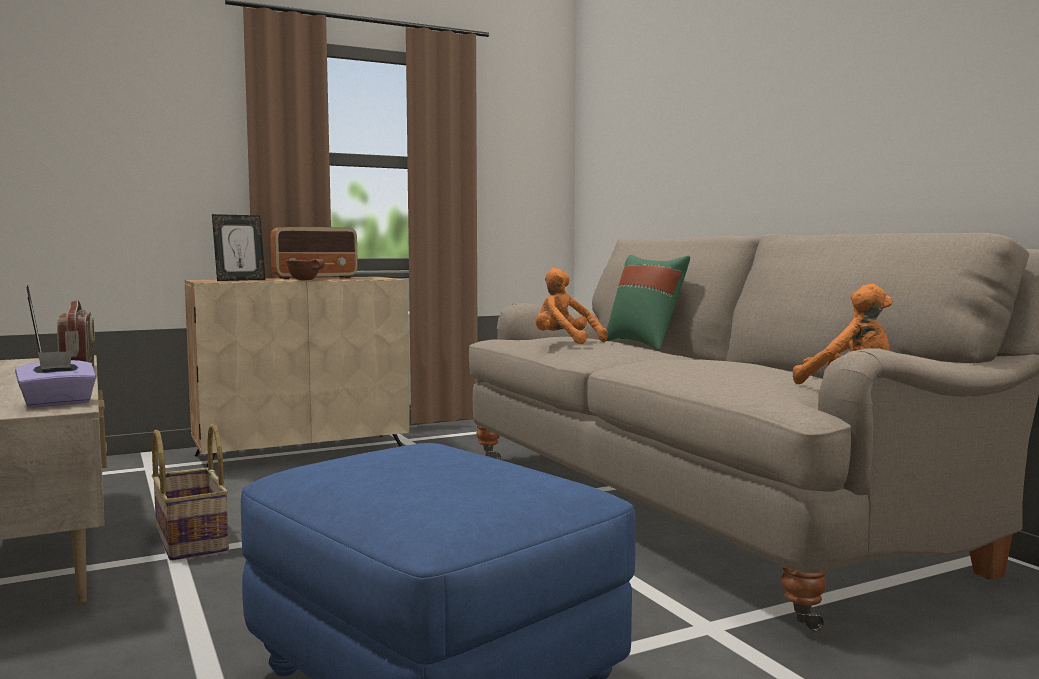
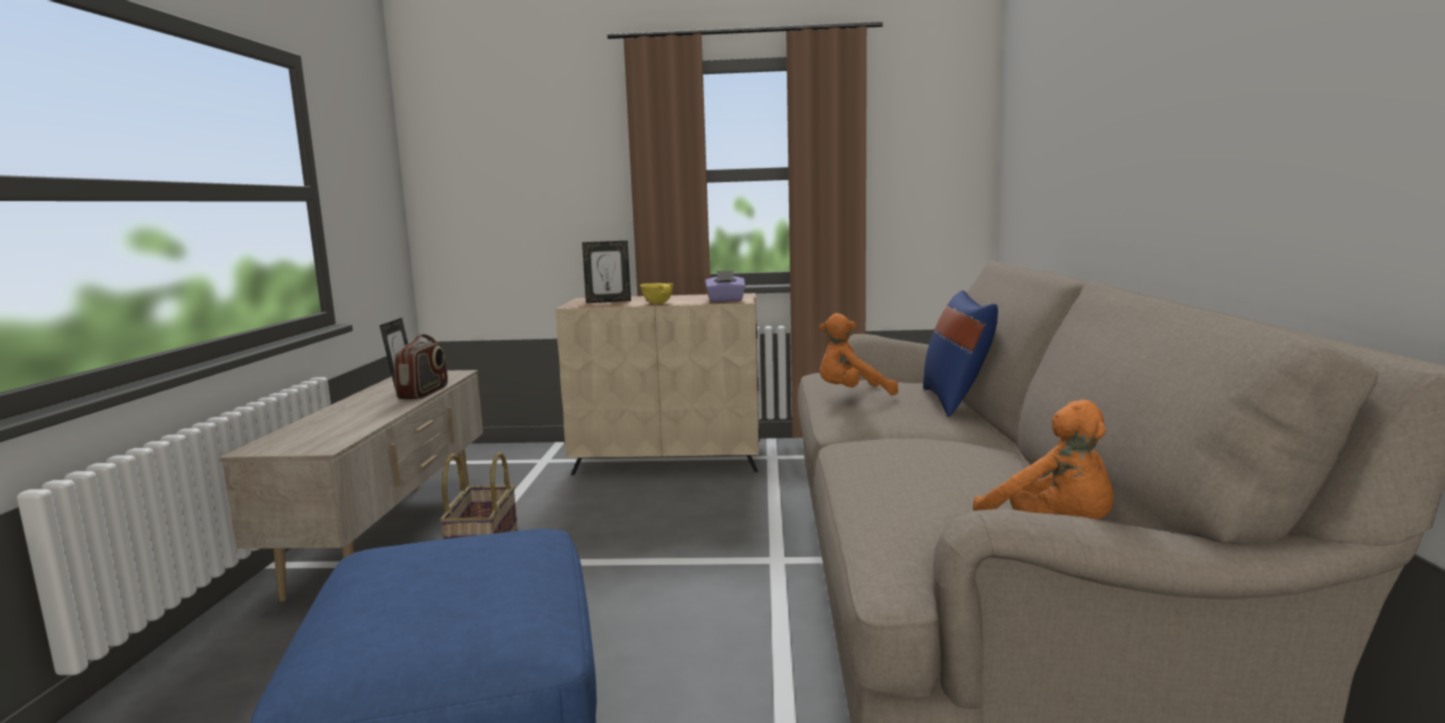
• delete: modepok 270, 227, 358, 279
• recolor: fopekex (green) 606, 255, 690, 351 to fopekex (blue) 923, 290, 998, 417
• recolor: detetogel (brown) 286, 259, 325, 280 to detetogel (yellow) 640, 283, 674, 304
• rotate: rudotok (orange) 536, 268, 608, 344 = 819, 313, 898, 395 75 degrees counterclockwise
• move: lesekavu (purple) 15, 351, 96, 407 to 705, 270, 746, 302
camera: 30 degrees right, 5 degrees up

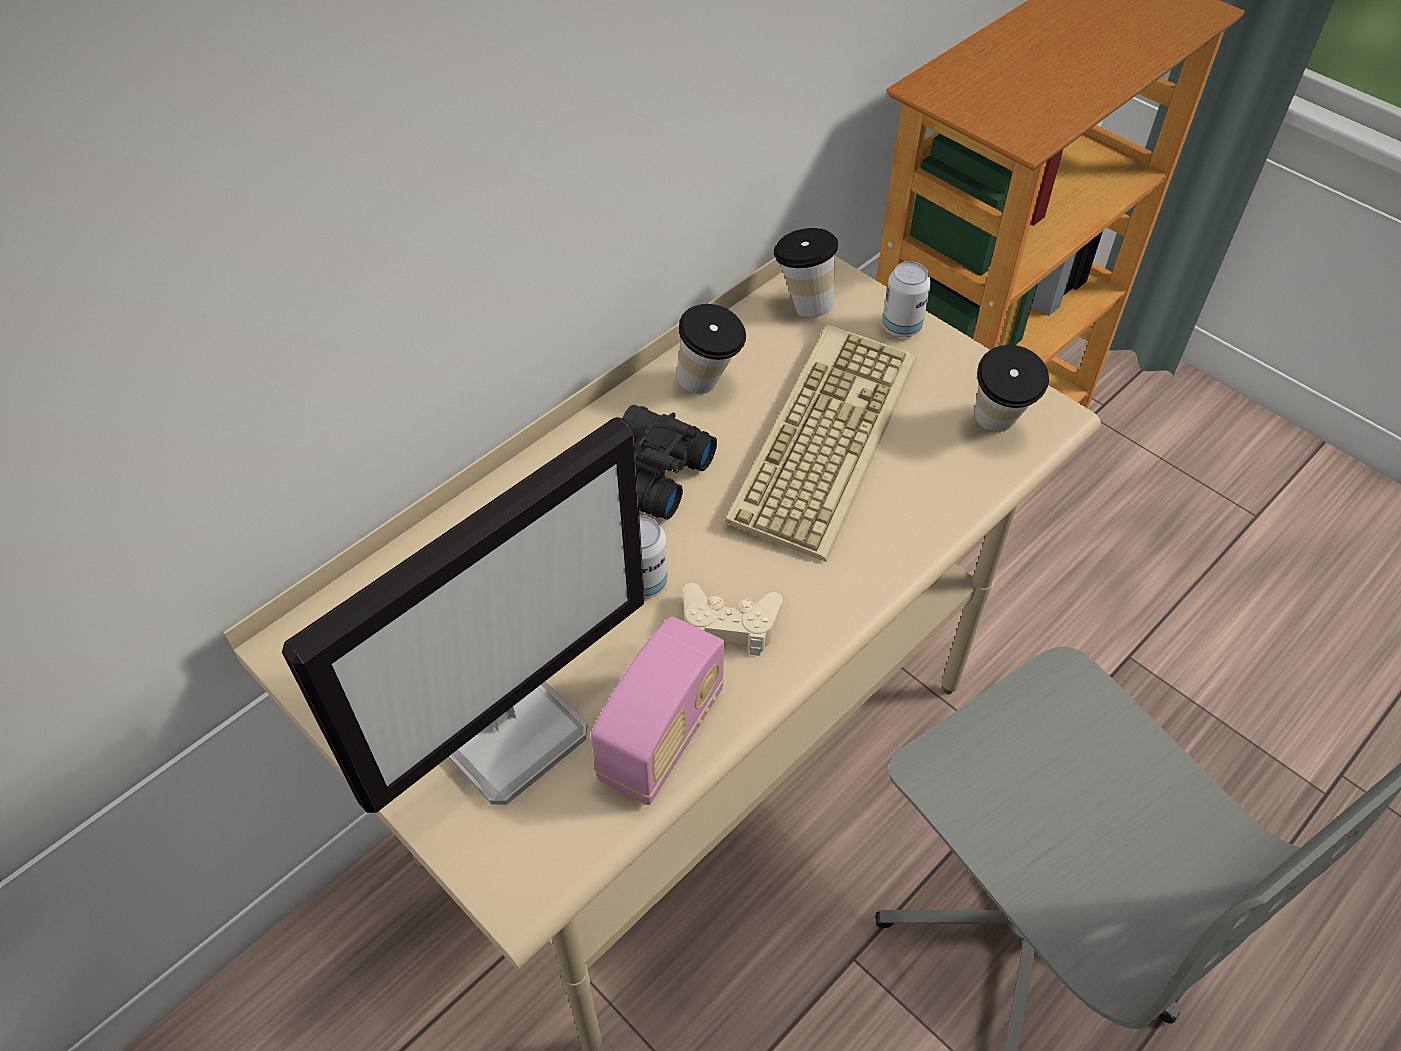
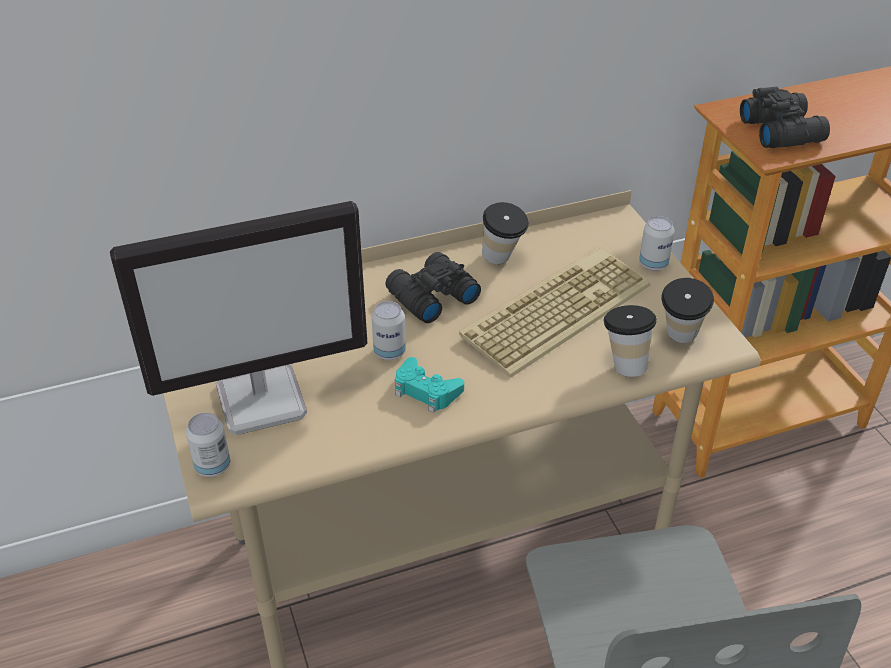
• move: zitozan 774, 228, 838, 318 to 603, 305, 657, 377
• recolor: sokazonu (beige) 683, 583, 783, 656 to sokazonu (turquoise) 395, 357, 464, 413
• delete: modepok 591, 616, 724, 805
• insert: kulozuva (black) 740, 87, 830, 148
• insert: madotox 186, 413, 230, 477
camera: 25 degrees right, 10 degrees down

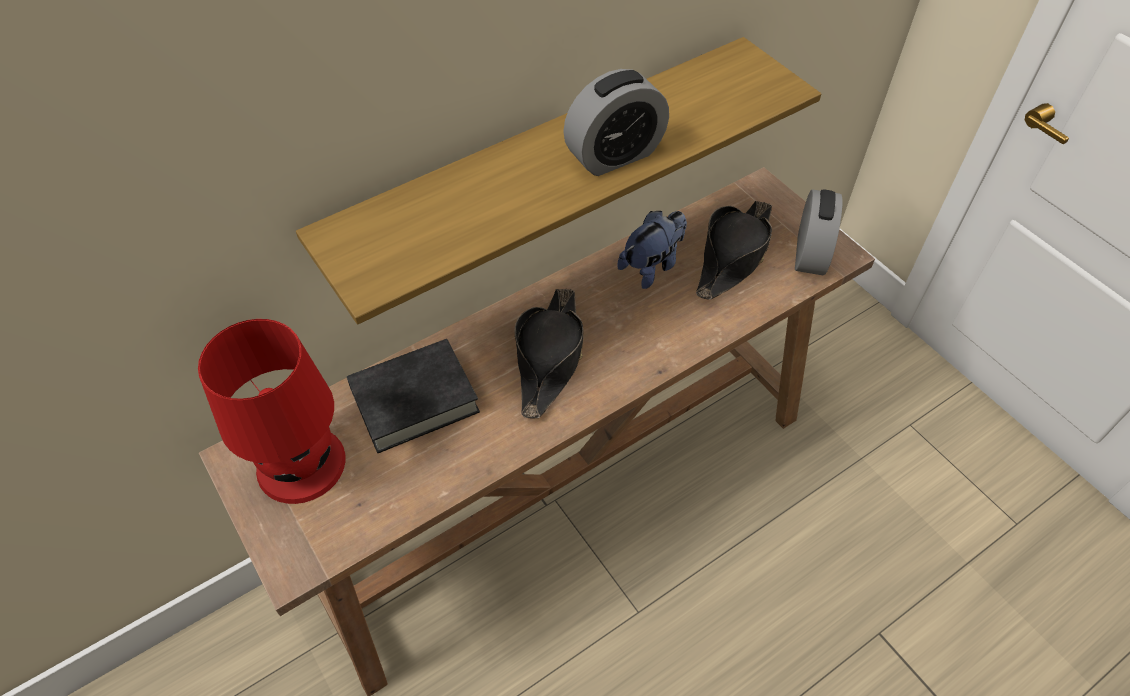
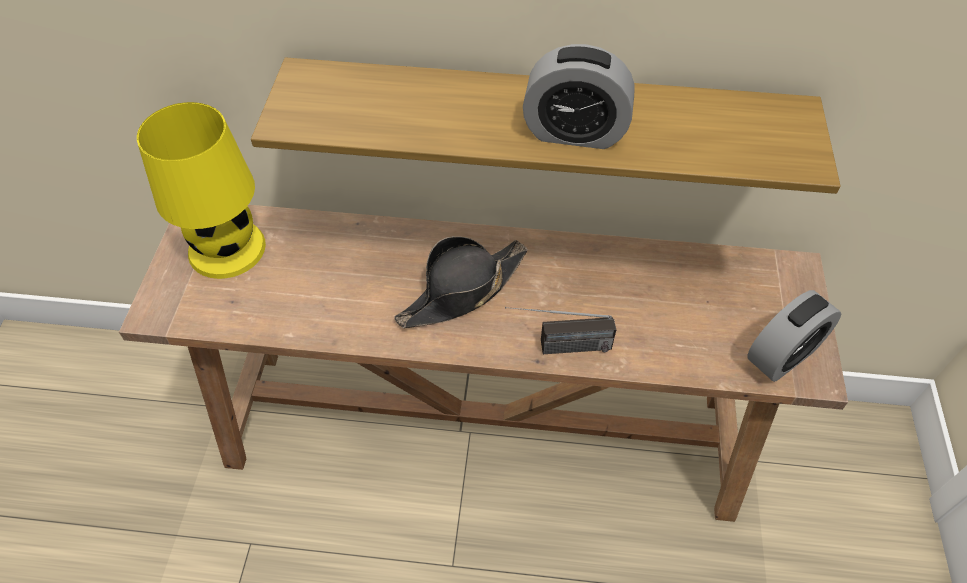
• delete: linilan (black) 696, 201, 772, 300
• delete: rudotok 617, 211, 687, 289
• recolor: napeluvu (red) 198, 319, 345, 504 to napeluvu (yellow) 137, 102, 266, 279
• delete: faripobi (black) 346, 339, 480, 453
• insert: modepok 505, 307, 616, 354
camera: 40 degrees right, 0 degrees up

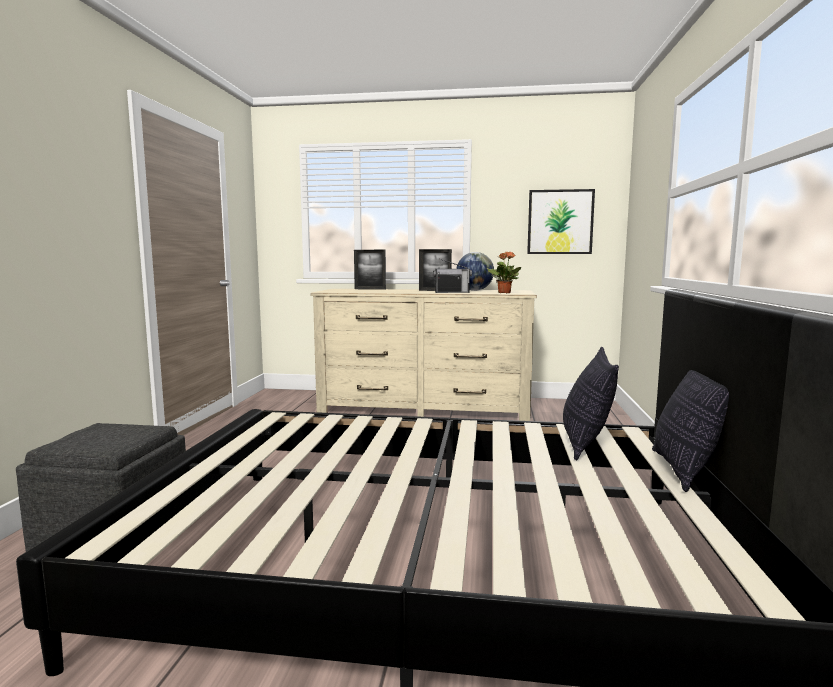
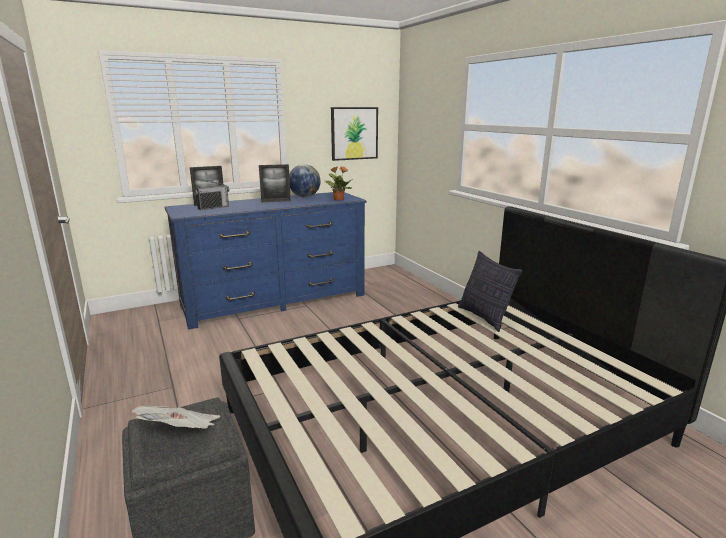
• move: modepok 433, 259, 472, 293 to 194, 179, 229, 210
• recolor: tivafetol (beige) 311, 289, 537, 421 to tivafetol (blue) 165, 192, 366, 330
• delete: fopekex 652, 370, 729, 492
• insert: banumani 132, 406, 220, 429
camera: 35 degrees left, 10 degrees up

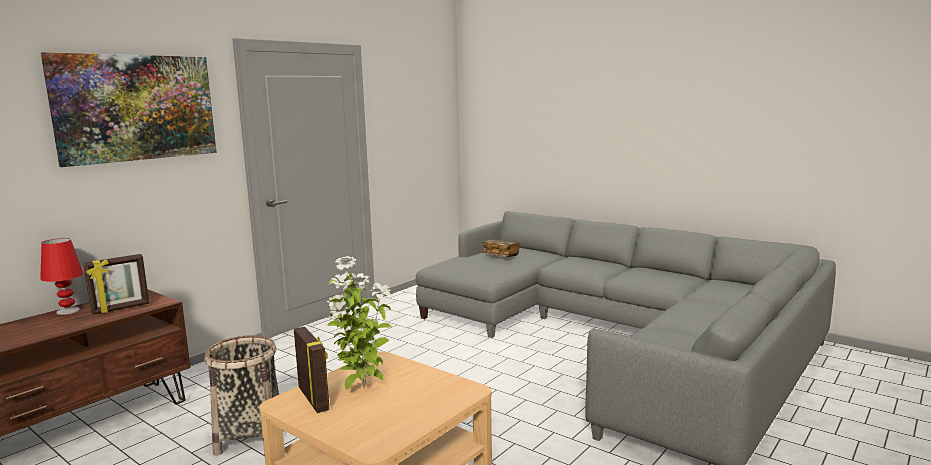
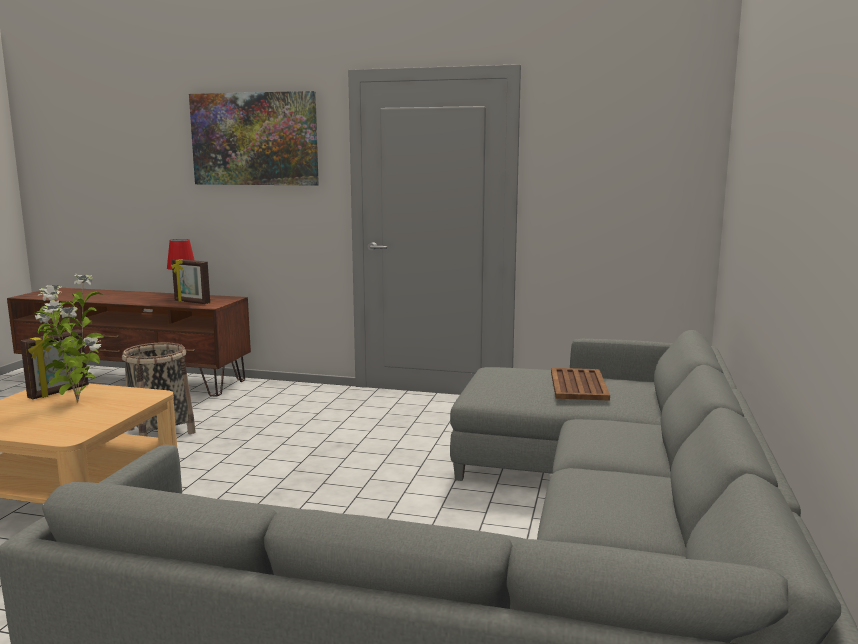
• replace: faripobi 481, 240, 520, 257 to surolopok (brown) 551, 368, 610, 401
camera: 65 degrees right, 0 degrees up

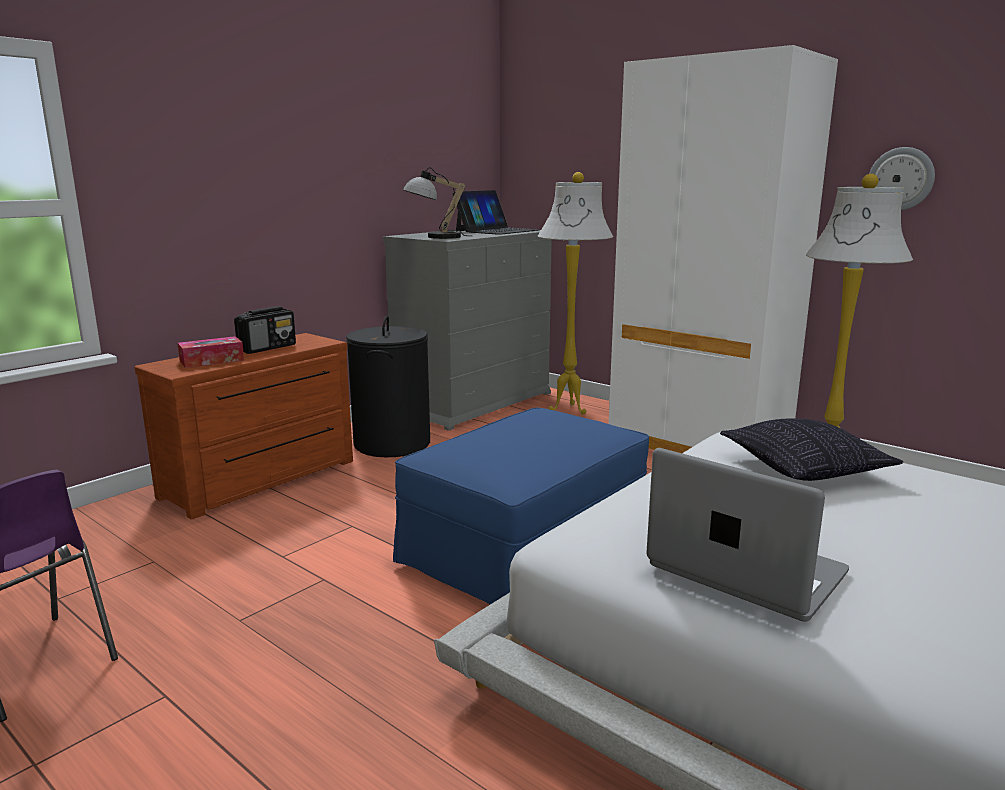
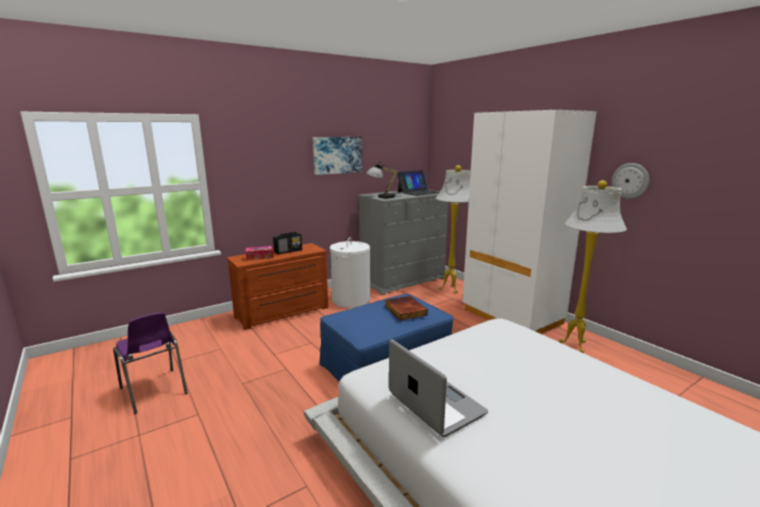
• recolor: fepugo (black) 346, 316, 430, 457 to fepugo (white) 330, 237, 370, 308
• delete: fopekex 720, 418, 903, 481
• insert: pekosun 313, 137, 362, 175
• insert: faripobi 384, 296, 428, 320
camera: 15 degrees right, 0 degrees up

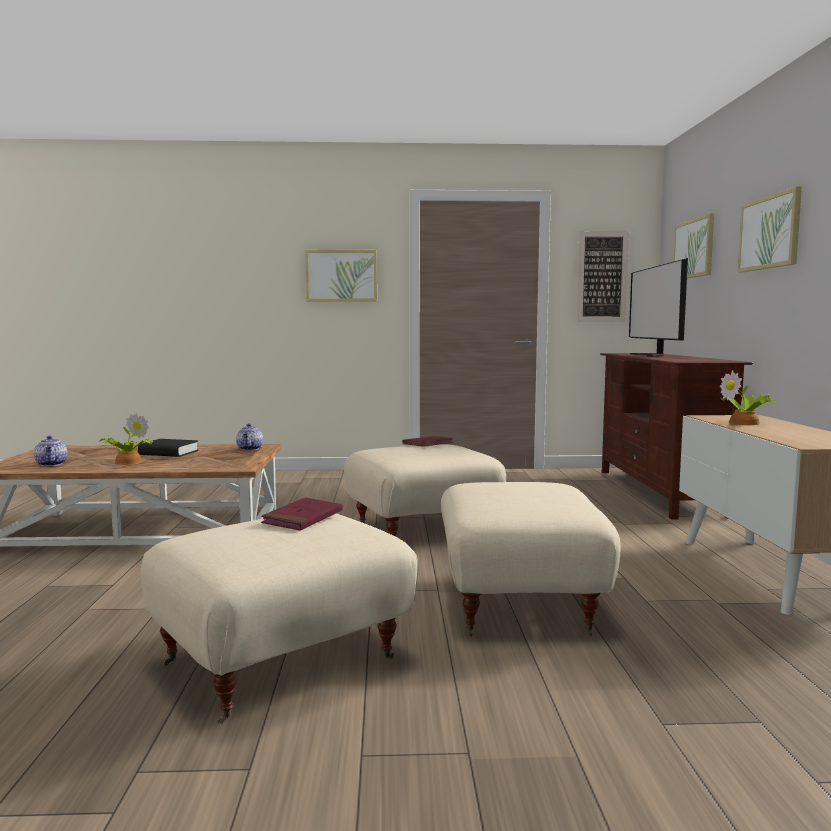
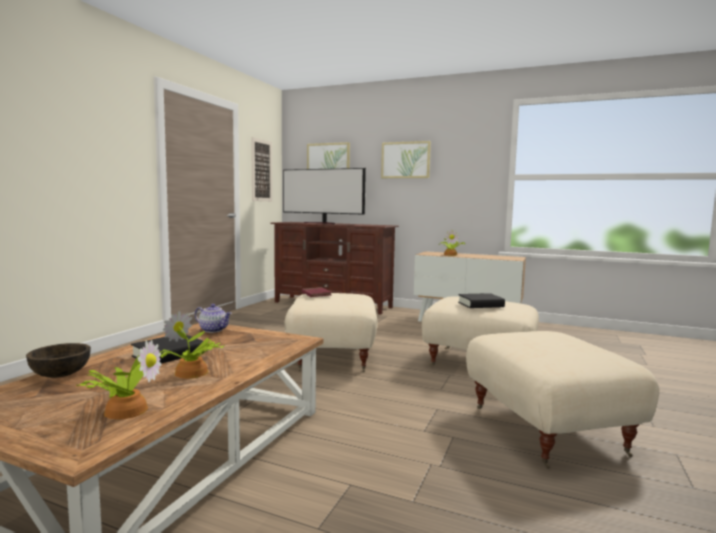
• delete: pekosun 305, 250, 377, 302
• replace: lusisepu 34, 436, 67, 466 to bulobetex 77, 340, 162, 420
• delete: faripobi (red) 261, 497, 343, 531
• insert: faripobi (black) 458, 293, 505, 308
• insert: detetogel (brown) 26, 343, 91, 378
camera: 65 degrees left, 0 degrees up

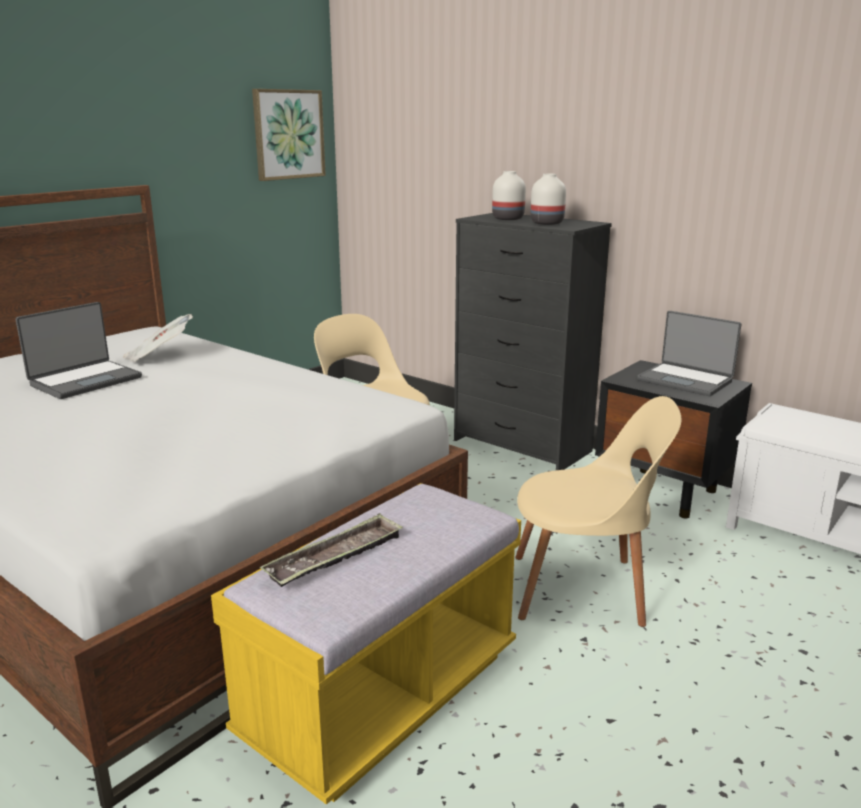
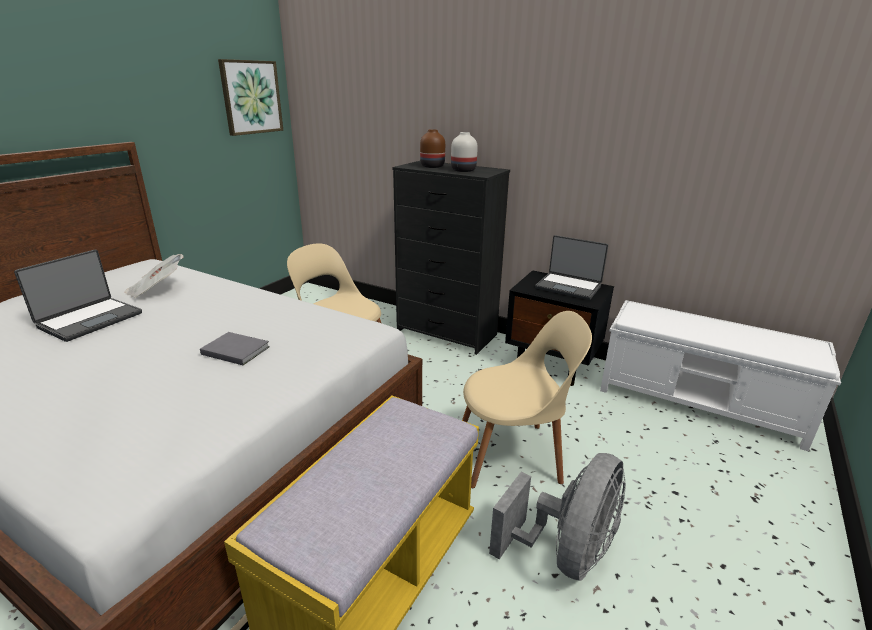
• recolor: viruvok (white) 492, 171, 526, 220 to viruvok (brown) 420, 129, 445, 168
• delete: surolopok 260, 513, 403, 587
• insert: faripobi (grey) 200, 332, 270, 365
• insert: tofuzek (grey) 489, 453, 626, 581
camera: 10 degrees left, 5 degrees up

